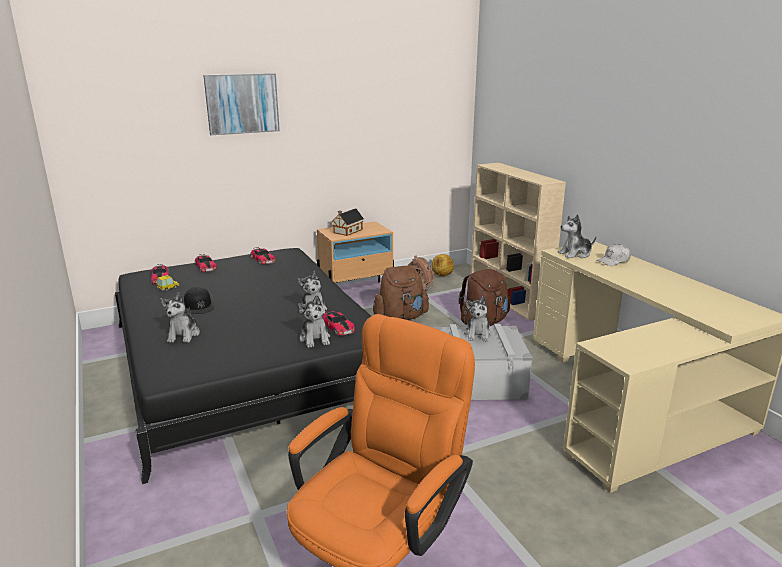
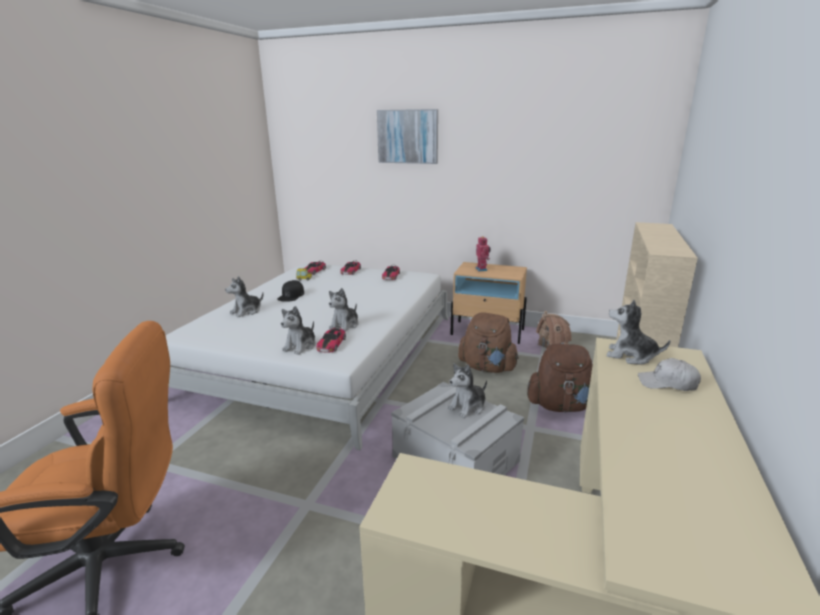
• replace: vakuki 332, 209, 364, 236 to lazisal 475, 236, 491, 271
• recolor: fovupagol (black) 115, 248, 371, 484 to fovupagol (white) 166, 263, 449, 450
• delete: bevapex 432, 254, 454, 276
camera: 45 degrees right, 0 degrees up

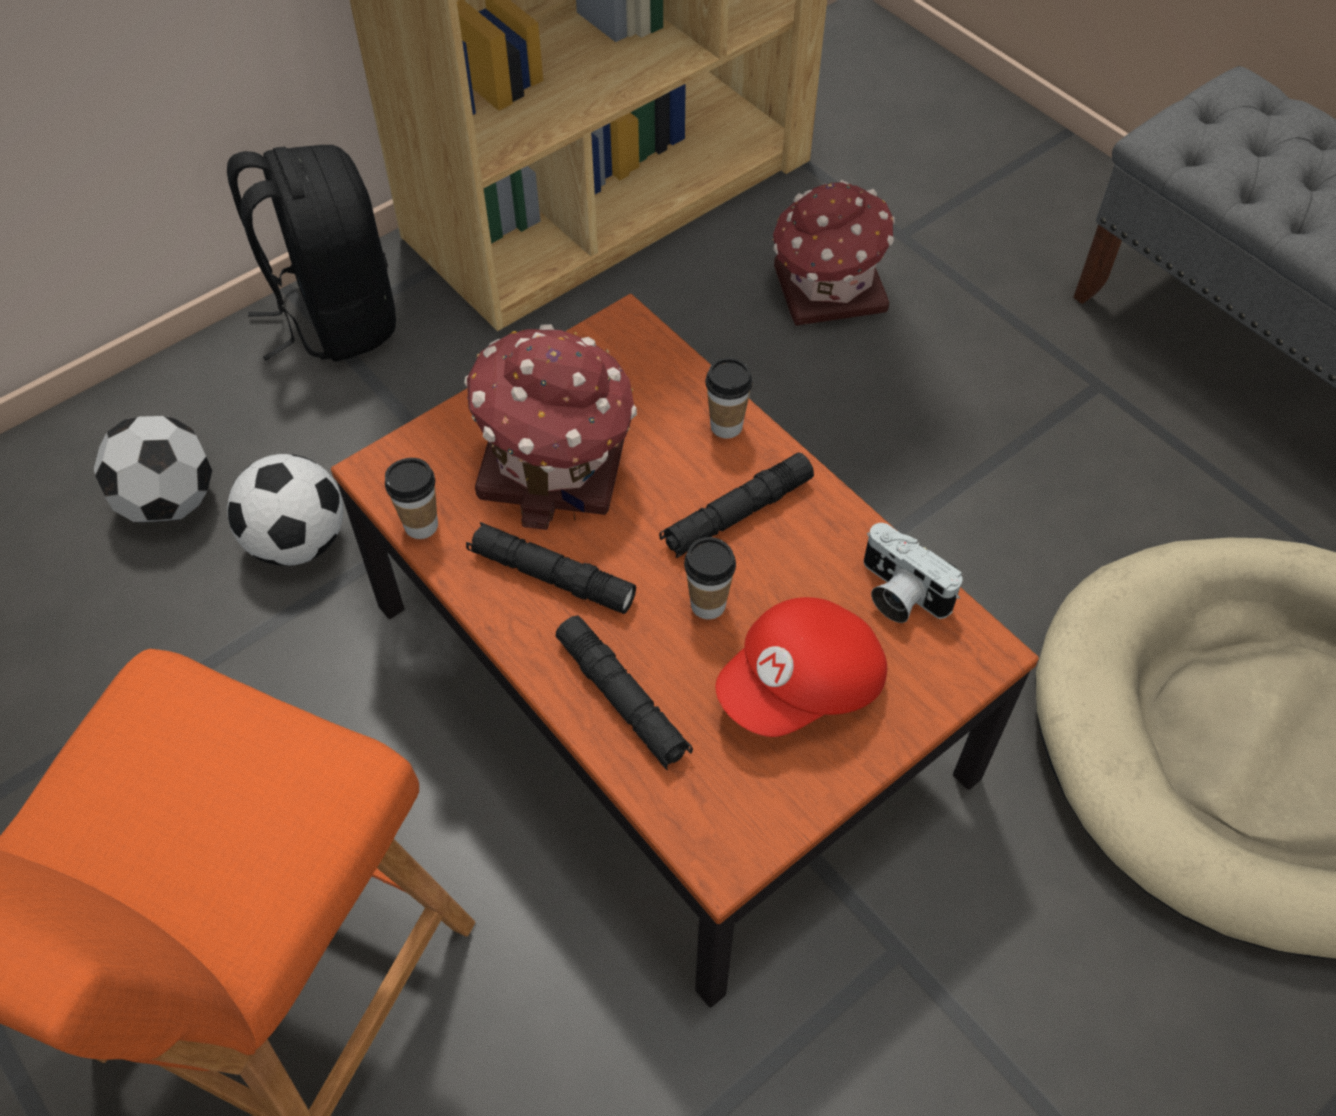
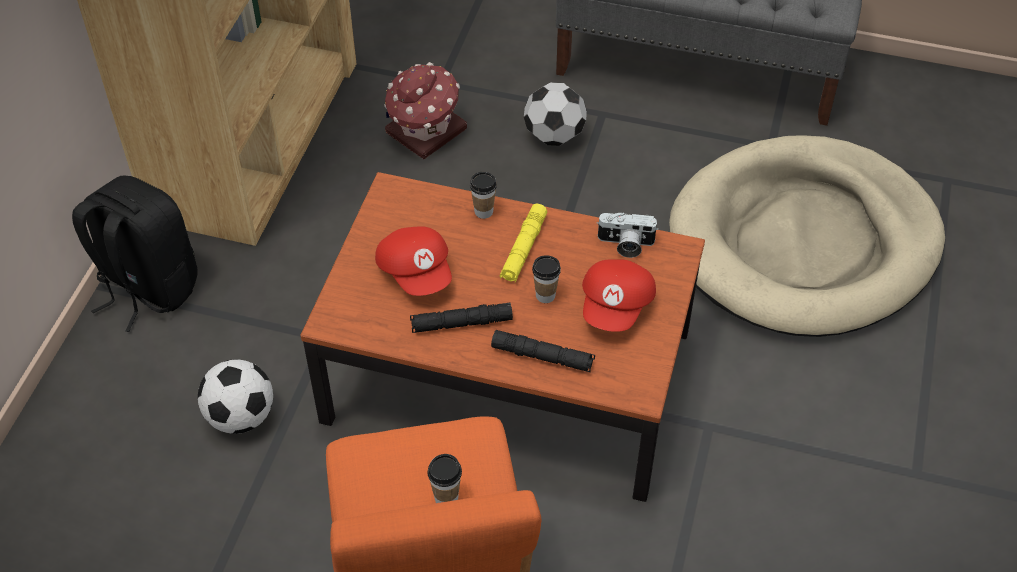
• replace: vakuki 464, 324, 637, 530 to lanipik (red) 375, 226, 452, 296
• move: bevapex 93, 416, 212, 522 to 524, 82, 587, 146
• recolor: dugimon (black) 659, 452, 814, 558 to dugimon (yellow) 500, 204, 547, 282
• move: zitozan 385, 458, 438, 539 to 428, 454, 462, 503
camera: 35 degrees left, 5 degrees down

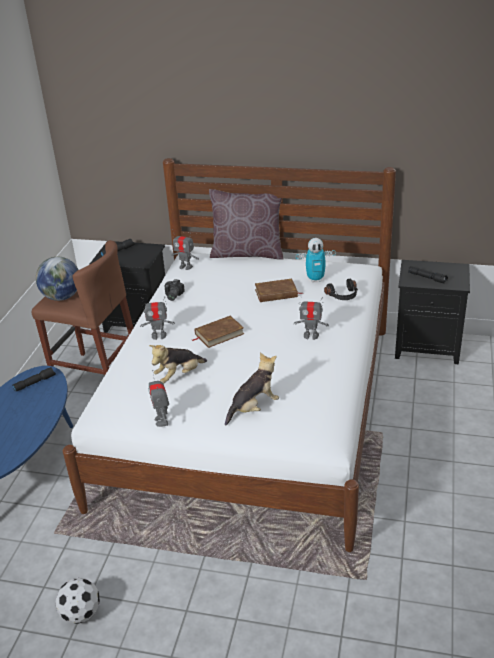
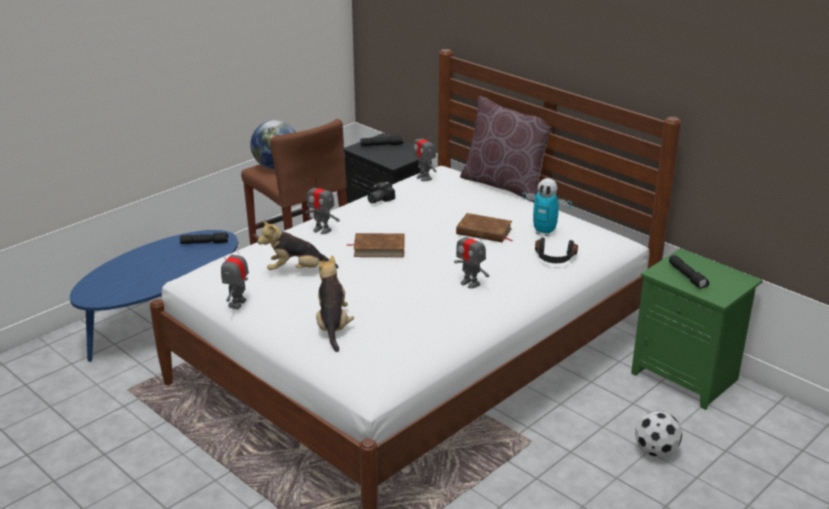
• recolor: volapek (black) 395, 260, 470, 365 to volapek (green) 631, 248, 763, 410
• rotate: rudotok 225, 353, 279, 425 = 316, 256, 354, 352 90 degrees counterclockwise
• move: bevapex 55, 578, 100, 624 to 635, 411, 683, 457
camera: 30 degrees right, 5 degrees down

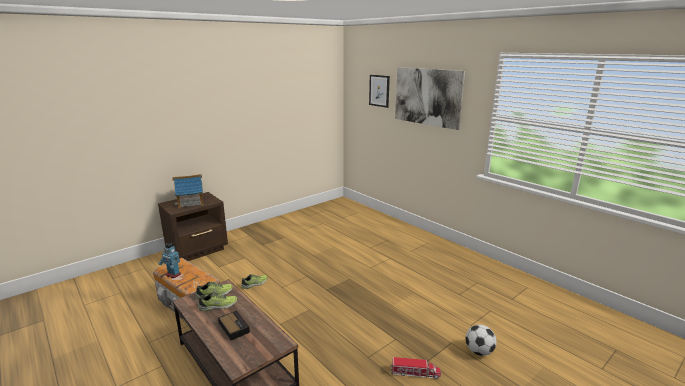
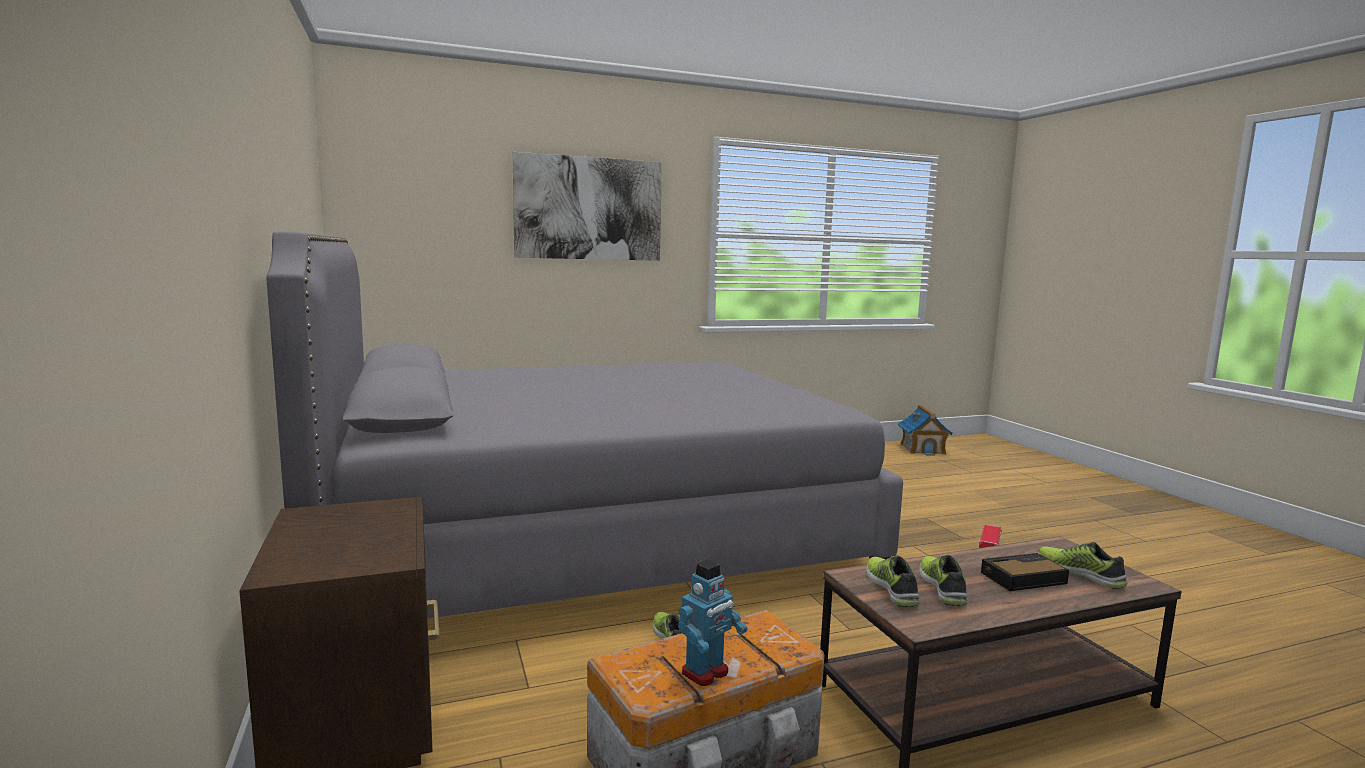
• delete: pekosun 369, 75, 390, 108
• move: vakuki 172, 174, 203, 208 to 898, 405, 953, 456
• delete: bevapex 466, 325, 497, 356
• insert: fovupagol (grey) 267, 231, 903, 619
• insert: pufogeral 1038, 542, 1128, 589
camera: 70 degrees left, 10 degrees down

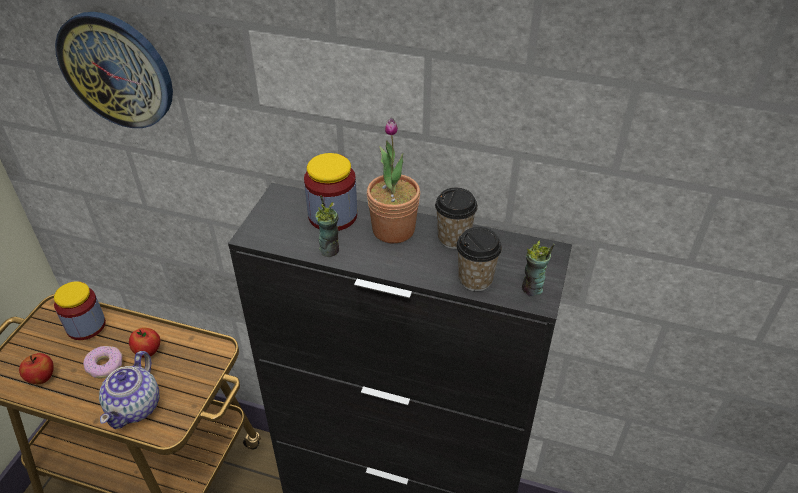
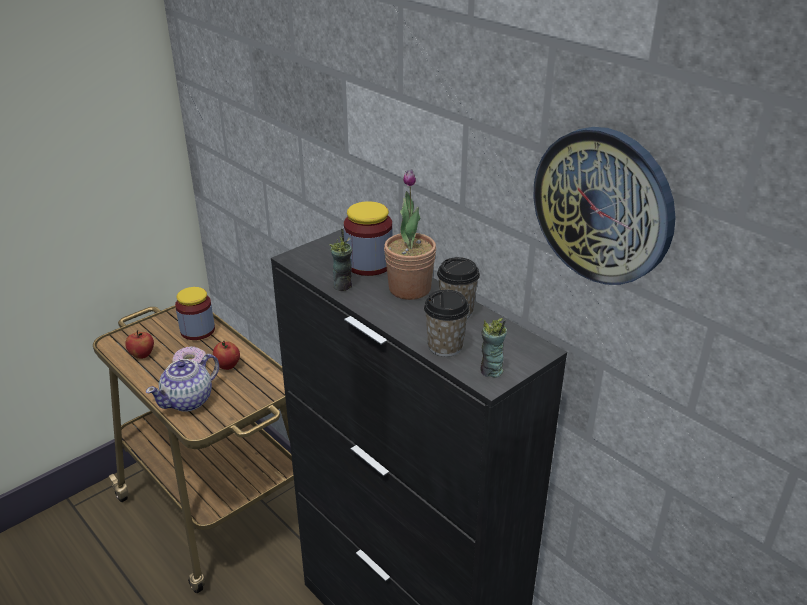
• move: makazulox 55, 12, 173, 128 to 534, 127, 676, 285
camera: 30 degrees right, 10 degrees down

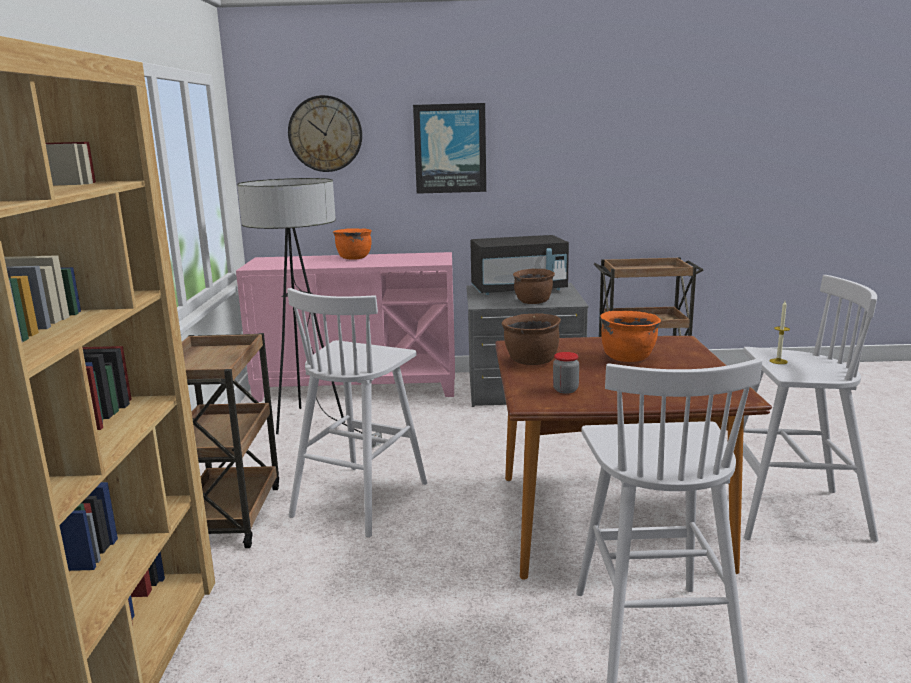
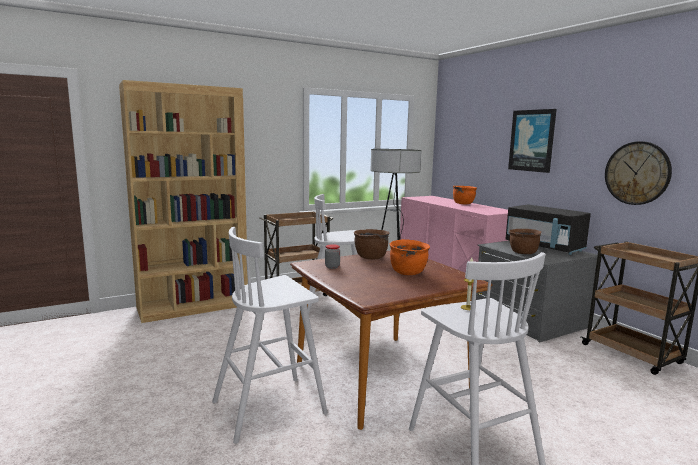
• move: makazulox 288, 95, 362, 172 to 605, 141, 672, 205
camera: 60 degrees right, 5 degrees down

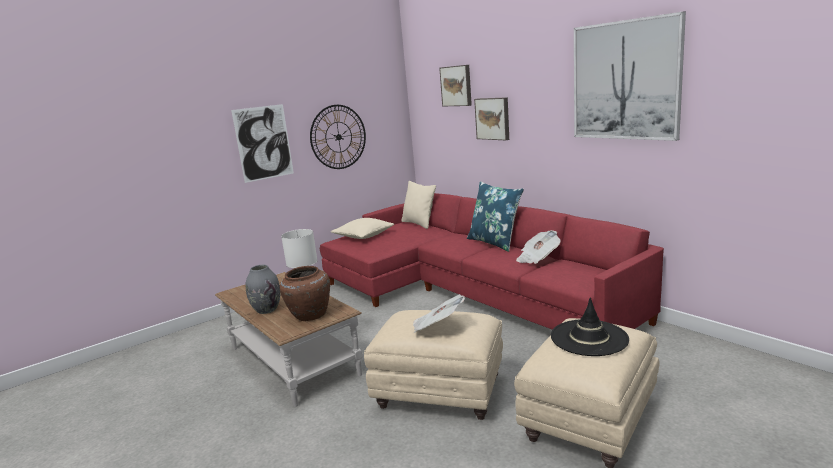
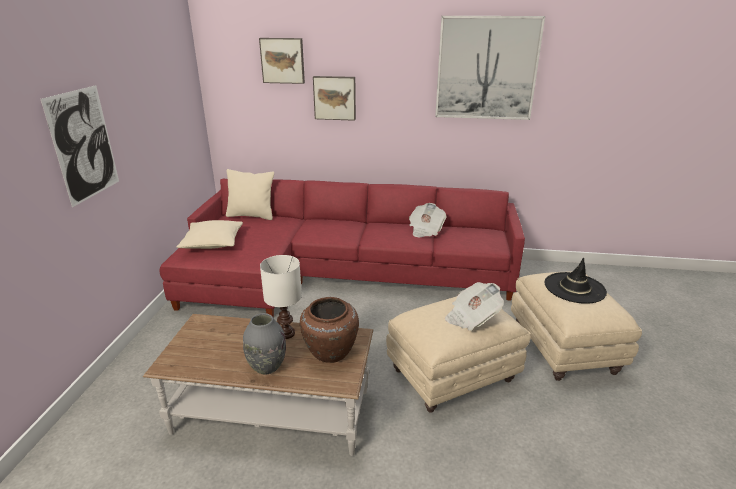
• delete: makazulox 310, 105, 366, 169
• delete: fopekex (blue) 467, 182, 524, 252
camera: 45 degrees left, 10 degrees up

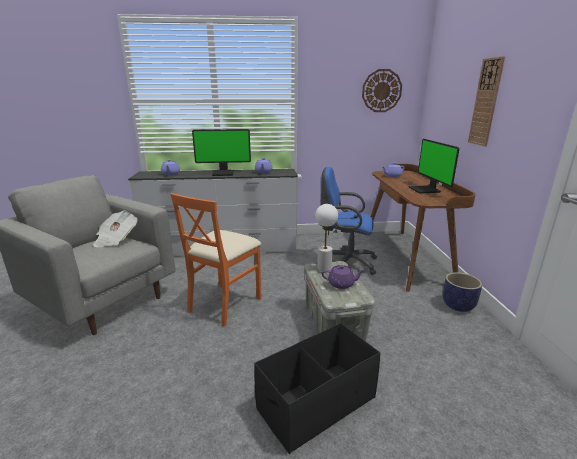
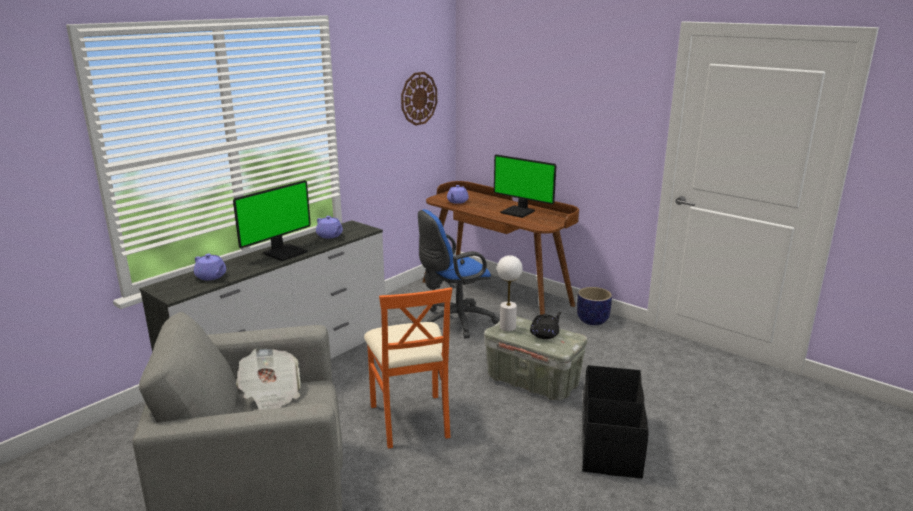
• delete: makazulox 468, 56, 505, 146
• recolor: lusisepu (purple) 321, 265, 365, 289 to lusisepu (black) 530, 312, 562, 339
camera: 45 degrees left, 0 degrees up

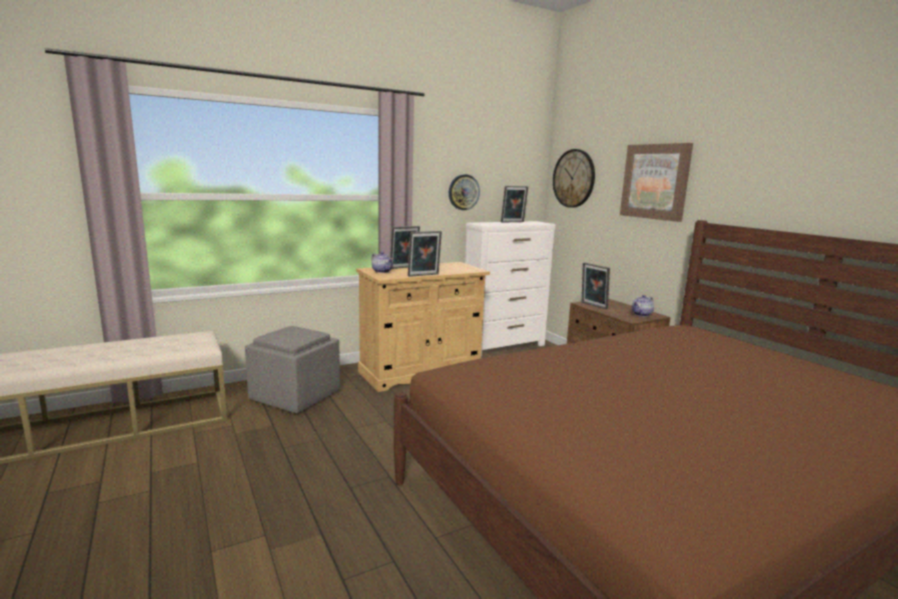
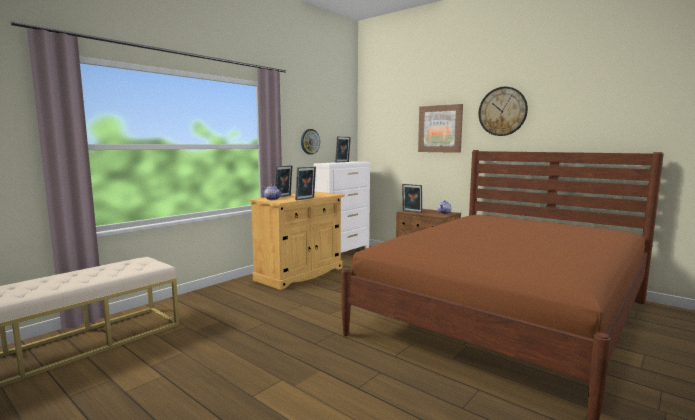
• move: makazulox 553, 149, 595, 208 to 478, 87, 528, 136
• delete: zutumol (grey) 245, 326, 340, 413
camera: 20 degrees left, 5 degrees down

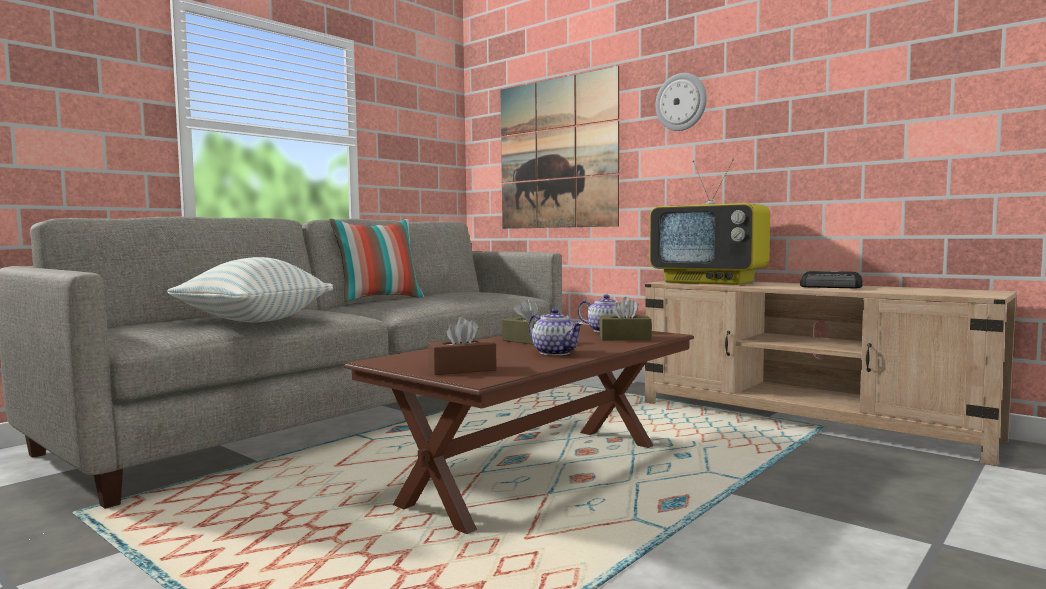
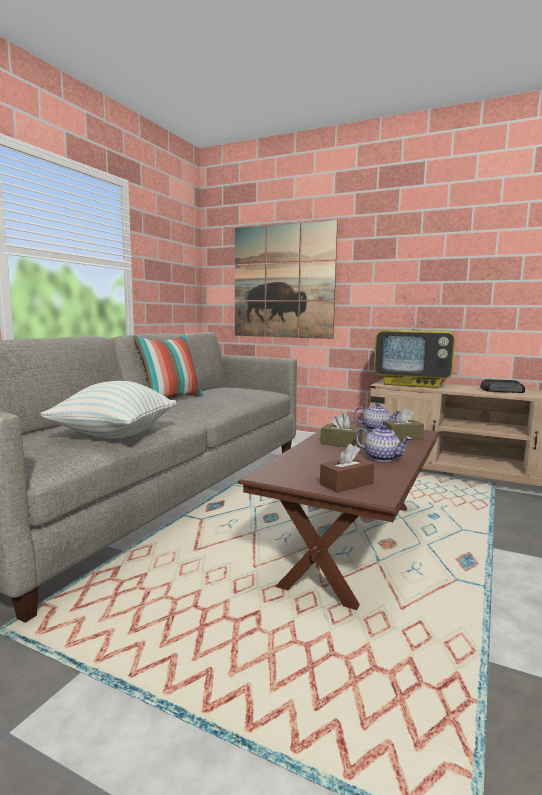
• delete: makazulox 655, 73, 707, 131
camera: 15 degrees left, 5 degrees up

